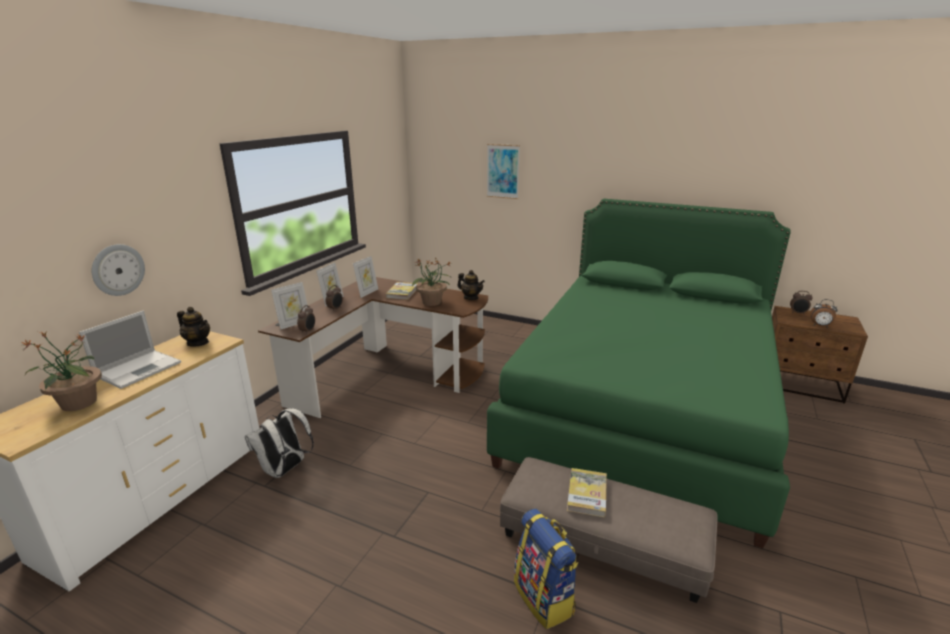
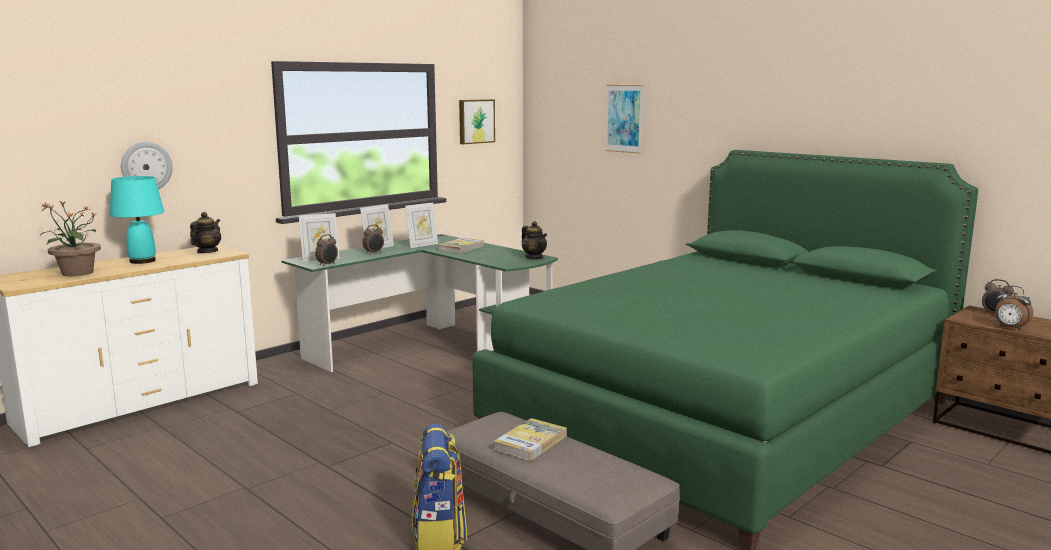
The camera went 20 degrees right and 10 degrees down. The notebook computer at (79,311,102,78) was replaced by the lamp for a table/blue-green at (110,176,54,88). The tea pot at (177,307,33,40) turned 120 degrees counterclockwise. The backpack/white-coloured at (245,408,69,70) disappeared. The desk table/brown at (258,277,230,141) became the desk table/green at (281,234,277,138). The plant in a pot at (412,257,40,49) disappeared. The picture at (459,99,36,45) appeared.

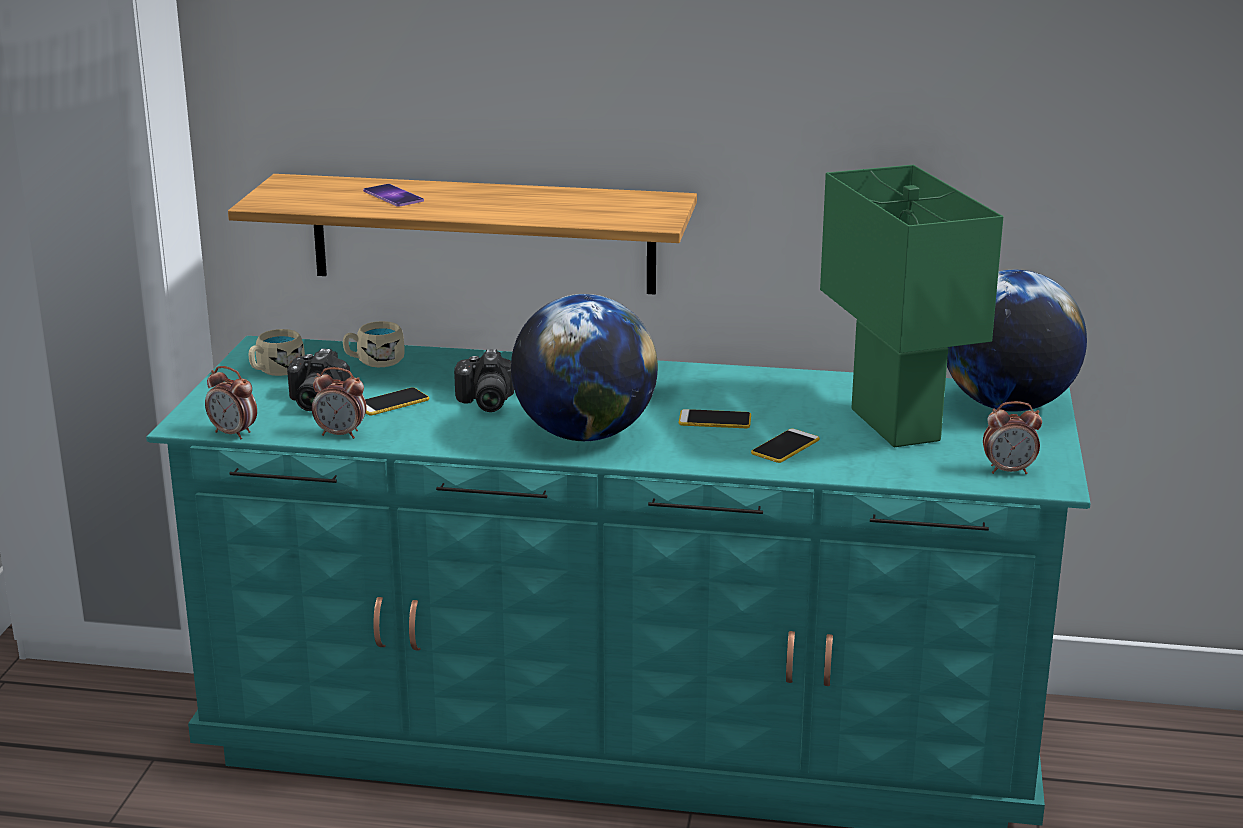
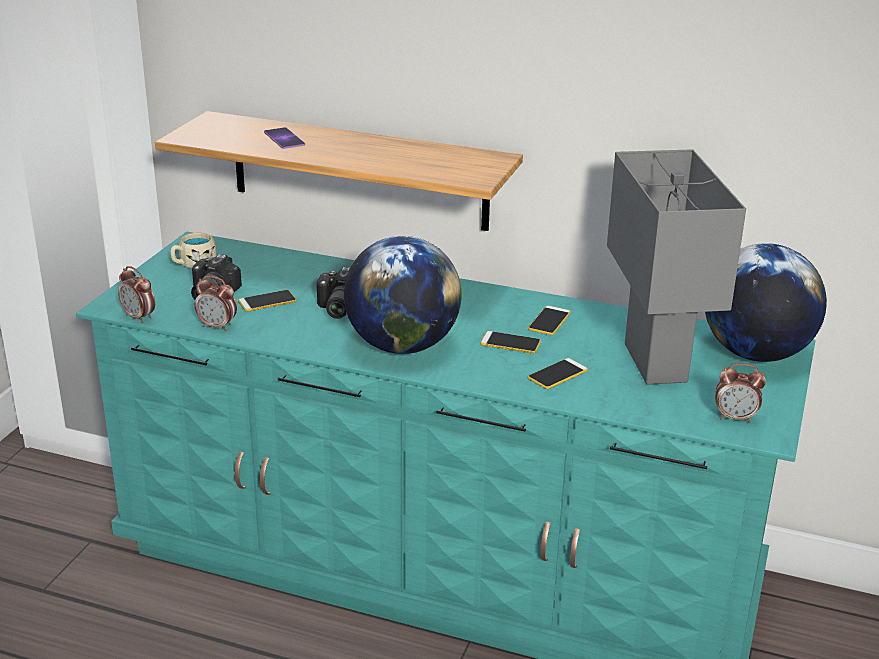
The camera went 10 degrees right and 5 degrees up. The coffee mug/beige-coloured at (343,321,61,46) disappeared. The lamp for a table/green at (820,165,183,282) became the lamp for a table/gray at (607,149,139,236). The telephone at (528,306,43,29) appeared.

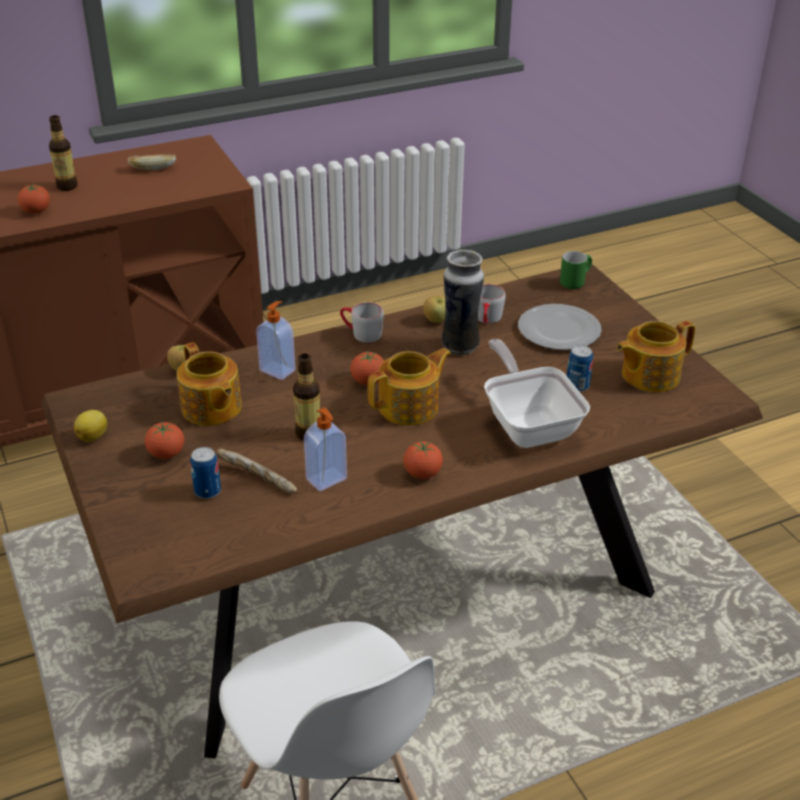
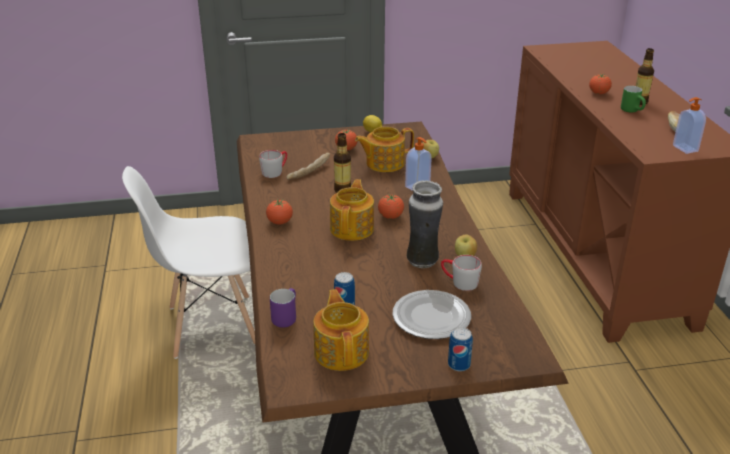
The camera went 105 degrees right and 5 degrees down. The sealed can moved from (190,447,31,52) to (448,327,25,44). The soap bottle moved from (304,408,43,83) to (673,97,33,57). The coffee mug/gray moved from (340,302,44,41) to (259,150,28,28). The tea pot at (368,348,83,77) turned 150 degrees counterclockwise. The pan at (484,339,106,109) disappeared. The coffee mug/green moved from (560,251,32,38) to (621,86,25,27). The coffee mug/purplish at (270,288,26,40) appeared.

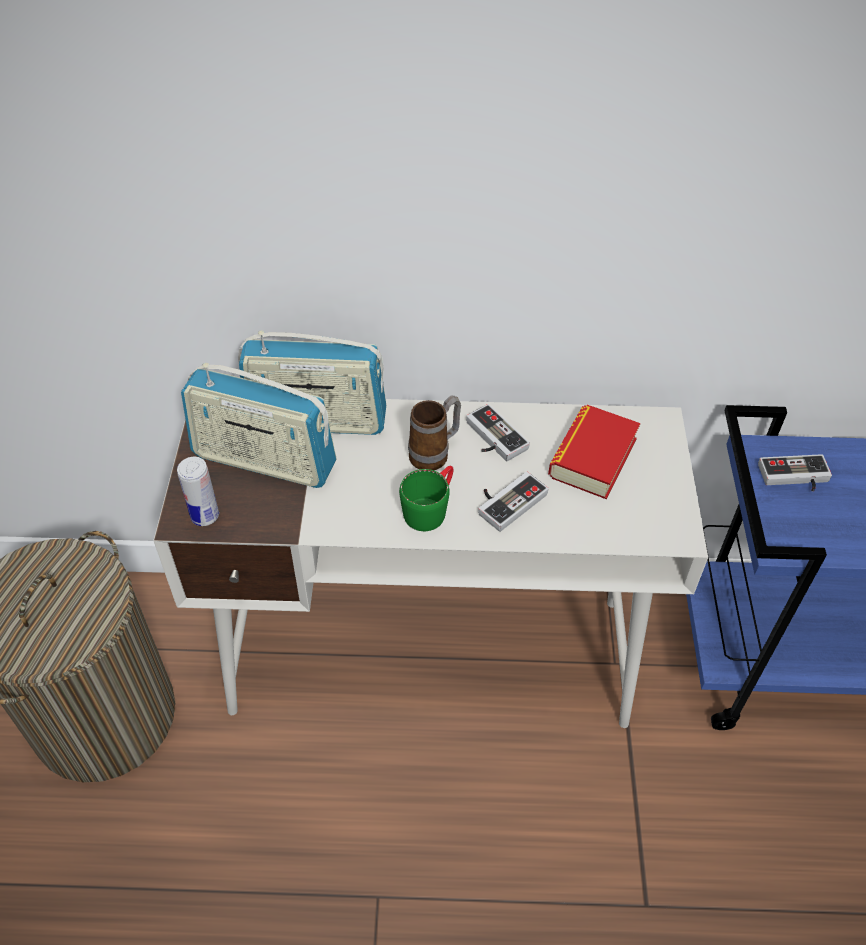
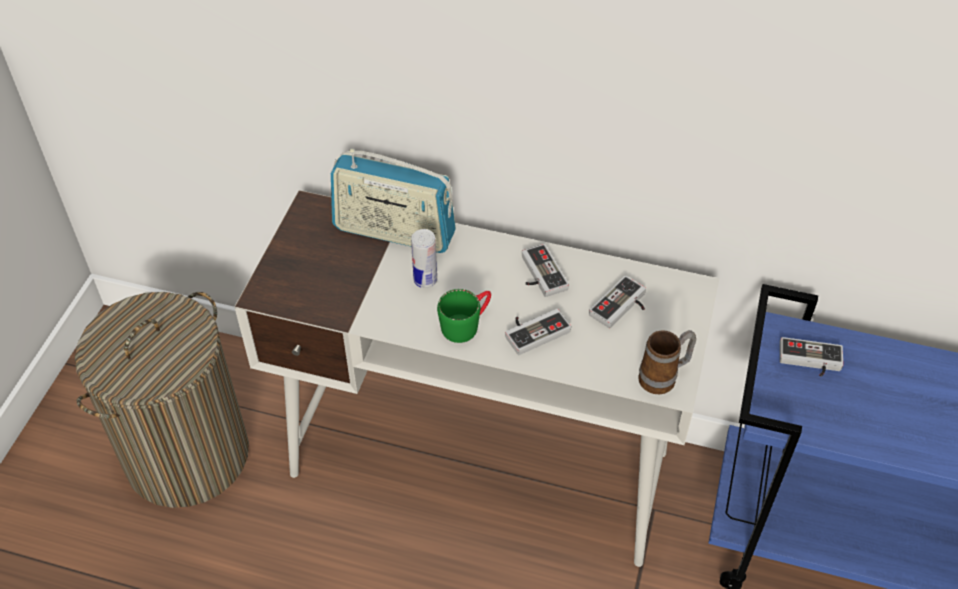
The camera went 15 degrees right and 0 degrees up. The sealed can moved from (177,457,42,69) to (411,229,26,59). The radio receiver at (181,363,156,125) disappeared. The coffee mug moved from (408,396,53,74) to (639,330,57,64). The volume at (548,405,92,94) was replaced by the joypad at (589,275,57,53).

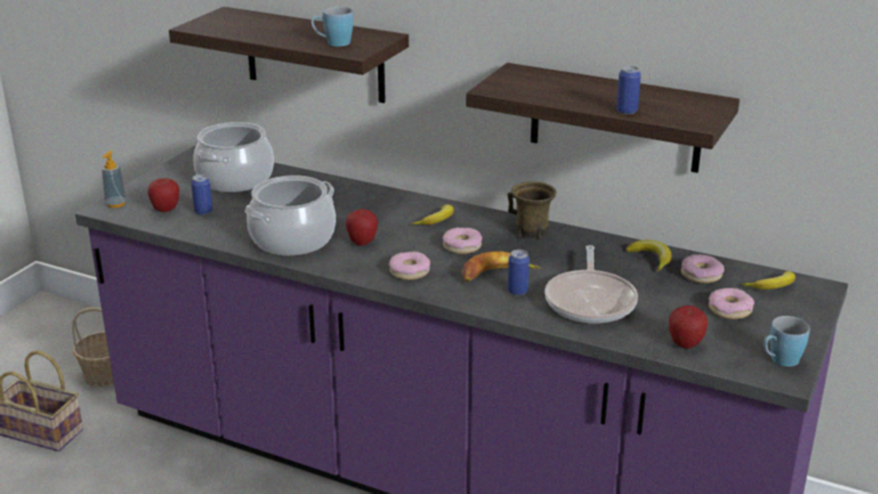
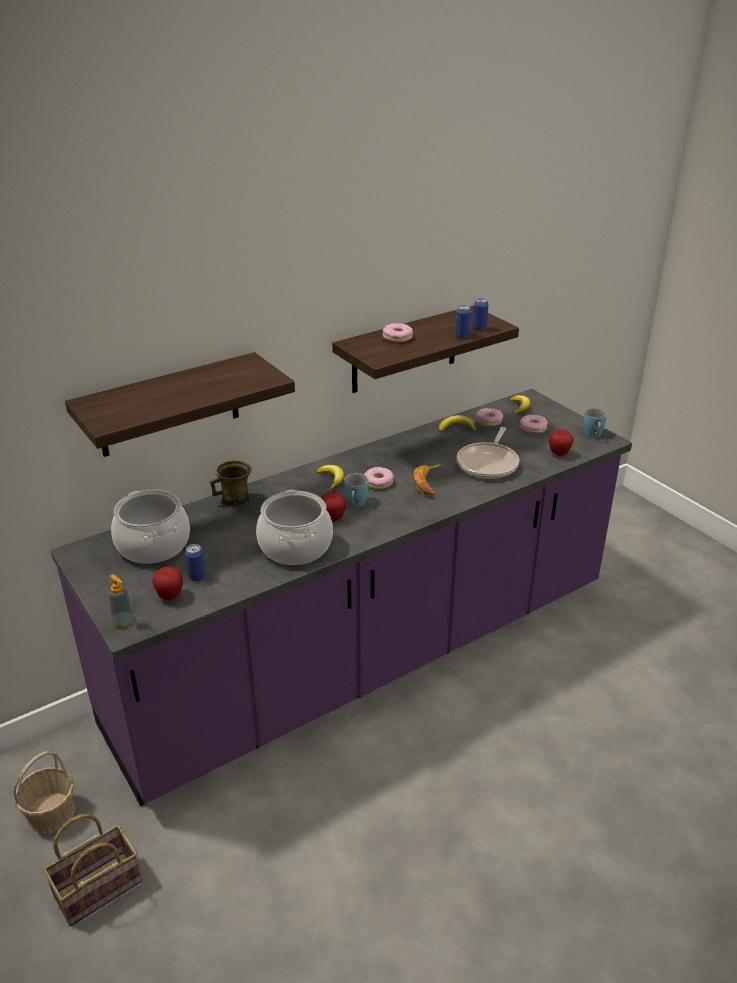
The camera went 60 degrees left and 5 degrees up. The coffee mug/blue-coloured moved from (311,7,42,40) to (344,473,25,34). The ring doughnut moved from (389,251,41,29) to (382,323,31,20). The coffee mug/brown moved from (507,182,50,57) to (210,460,42,48). The sealed can moved from (508,250,22,46) to (472,298,17,33). The pan at (545,245,93,78) turned 75 degrees clockwise.

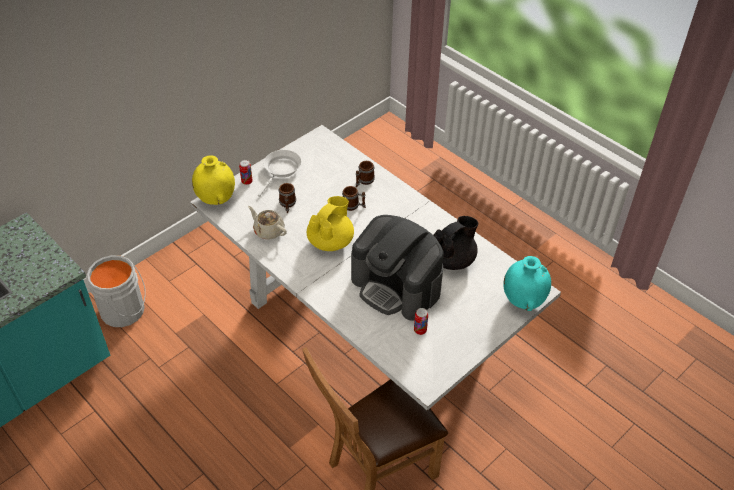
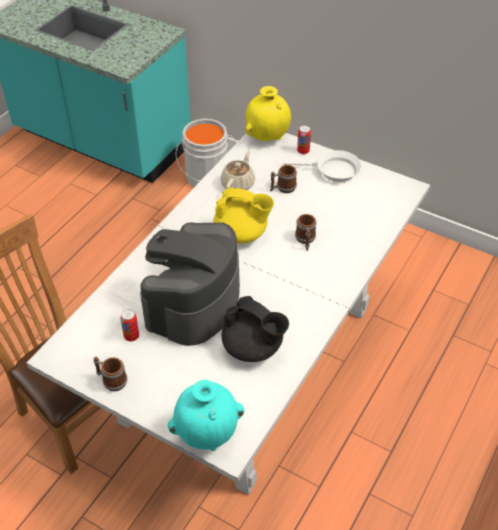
The camera went 75 degrees right and 0 degrees up. The coffee mug moved from (356,161,19,26) to (94,357,33,34).

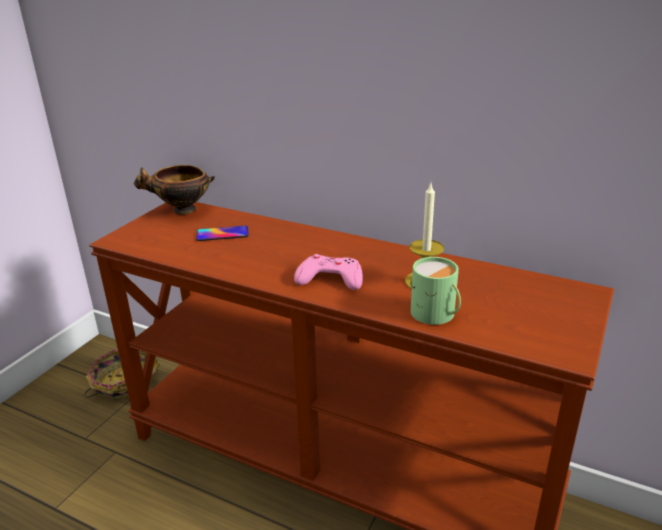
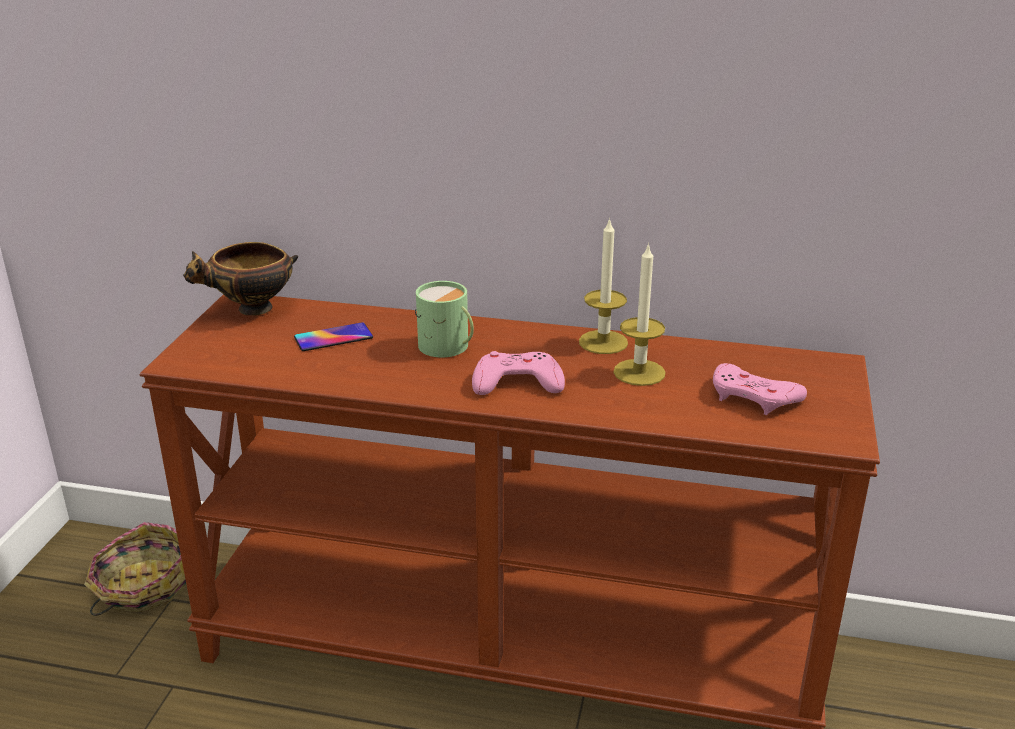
The camera went 15 degrees left and 0 degrees up. The coffee mug/green moved from (411,257,50,68) to (415,281,59,77). The candle at (579,217,49,137) appeared. The joypad/pink at (713,363,94,52) appeared.

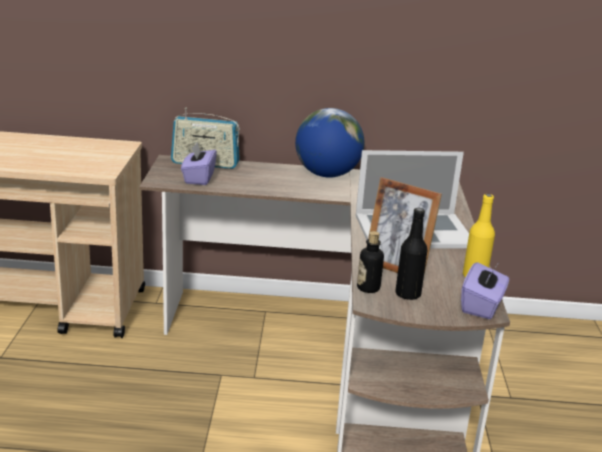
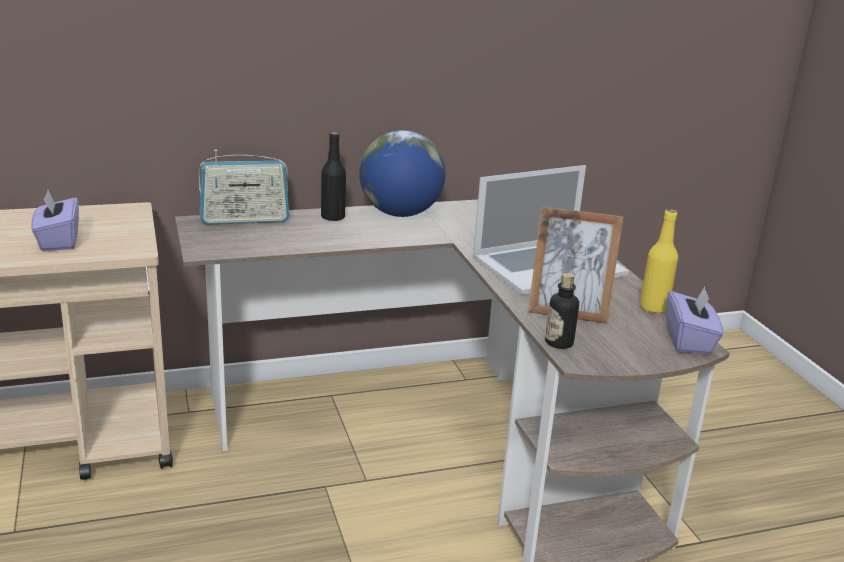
The camera went 20 degrees left and 0 degrees up. The tissue holder/purplish moved from (181,142,36,43) to (31,190,48,61). The bottle/black-coloured moved from (395,208,32,92) to (321,132,25,89).

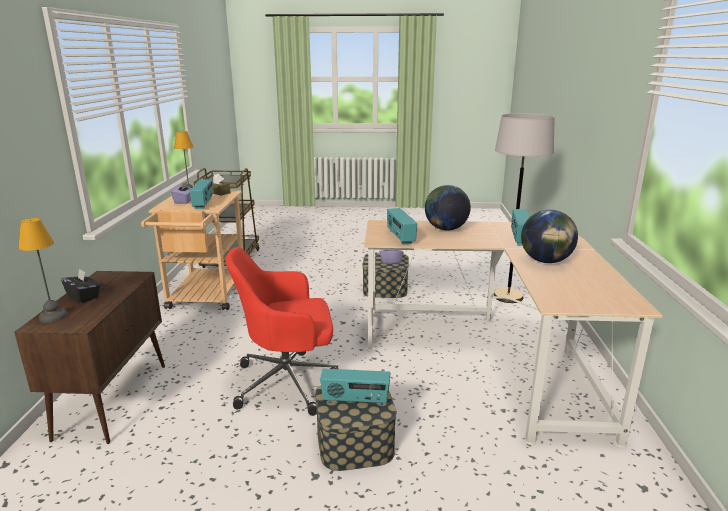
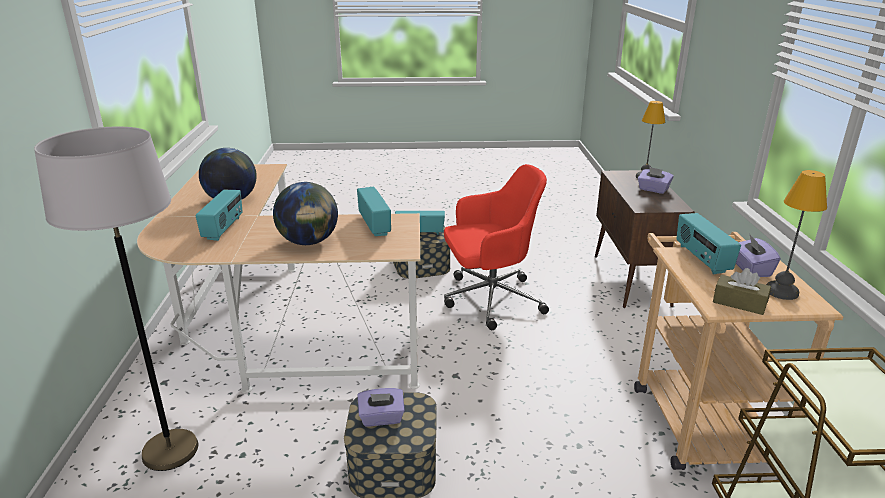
The camera went 175 degrees right and 5 degrees up. The tissue holder/black-coloured at (61,268,39,35) became the tissue holder/purplish at (638,167,36,27).

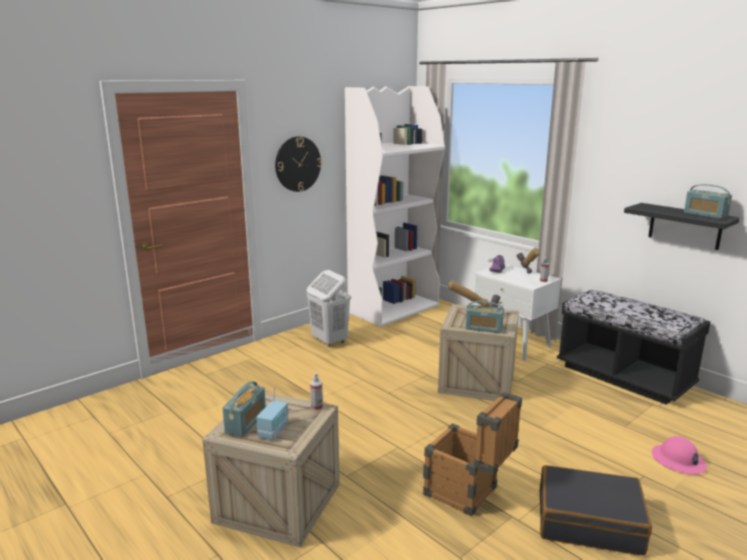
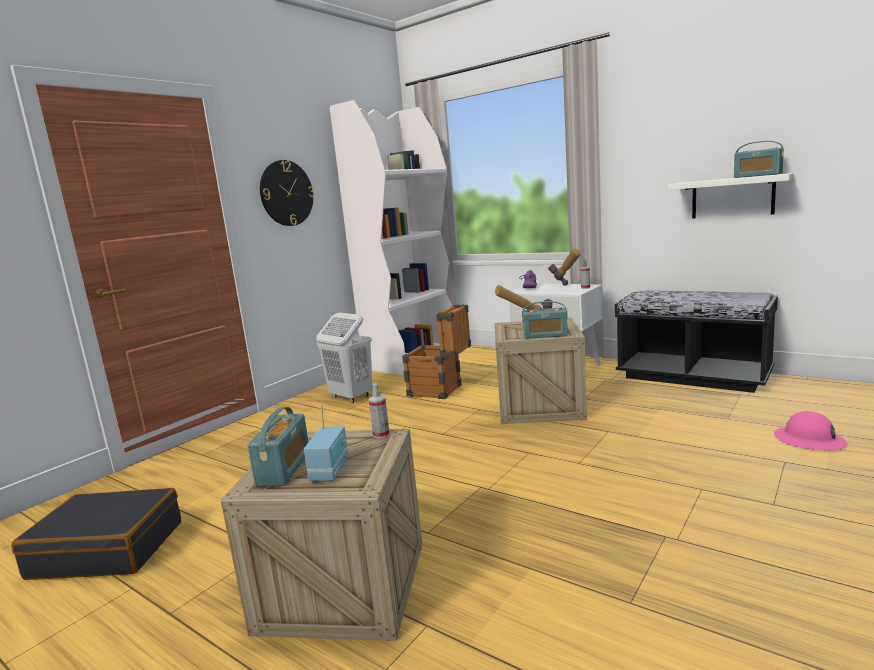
The camera went 10 degrees left and 5 degrees down. The shipping crate moved from (423,392,99,125) to (402,304,69,95). The travel case/black-coloured moved from (540,465,112,91) to (11,488,170,92). The bracket shelf/black-coloured at (624,203,116,47) became the bracket shelf/white-coloured at (668,173,126,46).

